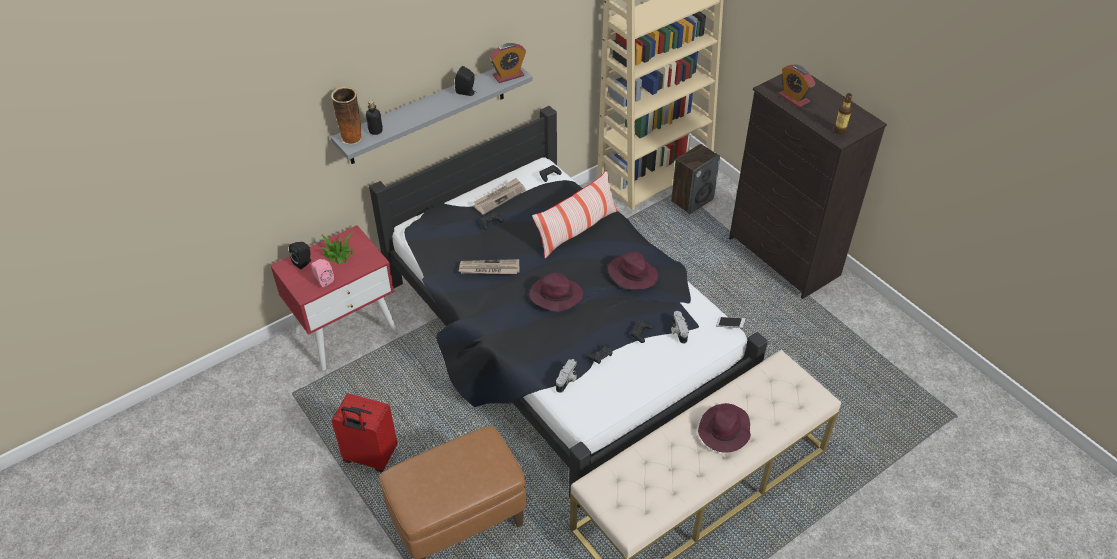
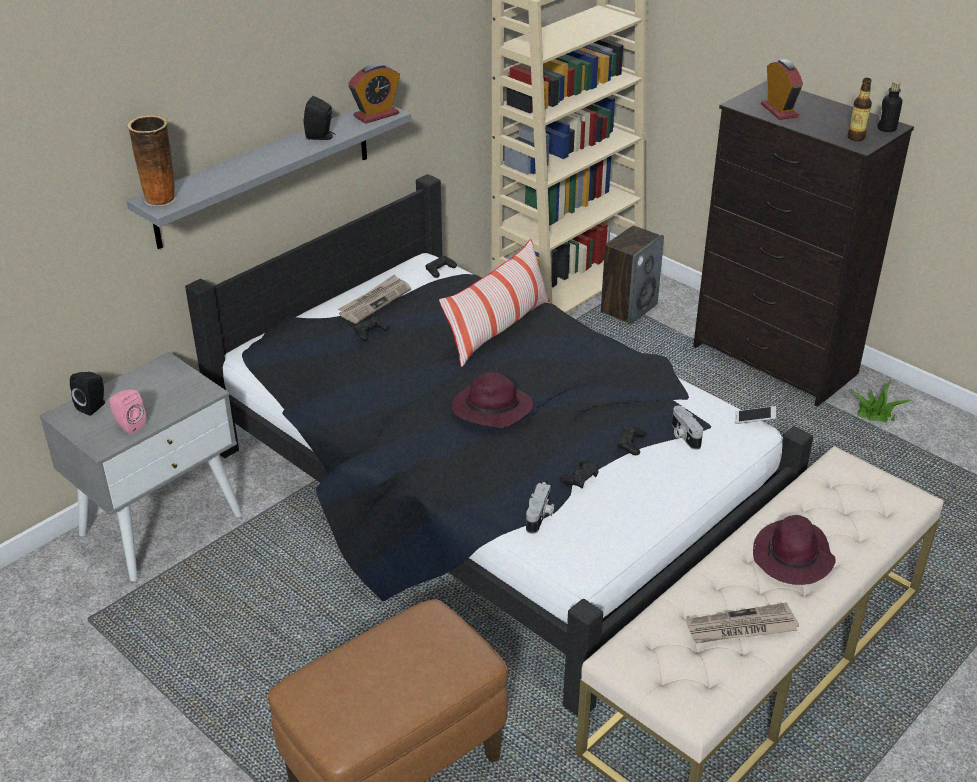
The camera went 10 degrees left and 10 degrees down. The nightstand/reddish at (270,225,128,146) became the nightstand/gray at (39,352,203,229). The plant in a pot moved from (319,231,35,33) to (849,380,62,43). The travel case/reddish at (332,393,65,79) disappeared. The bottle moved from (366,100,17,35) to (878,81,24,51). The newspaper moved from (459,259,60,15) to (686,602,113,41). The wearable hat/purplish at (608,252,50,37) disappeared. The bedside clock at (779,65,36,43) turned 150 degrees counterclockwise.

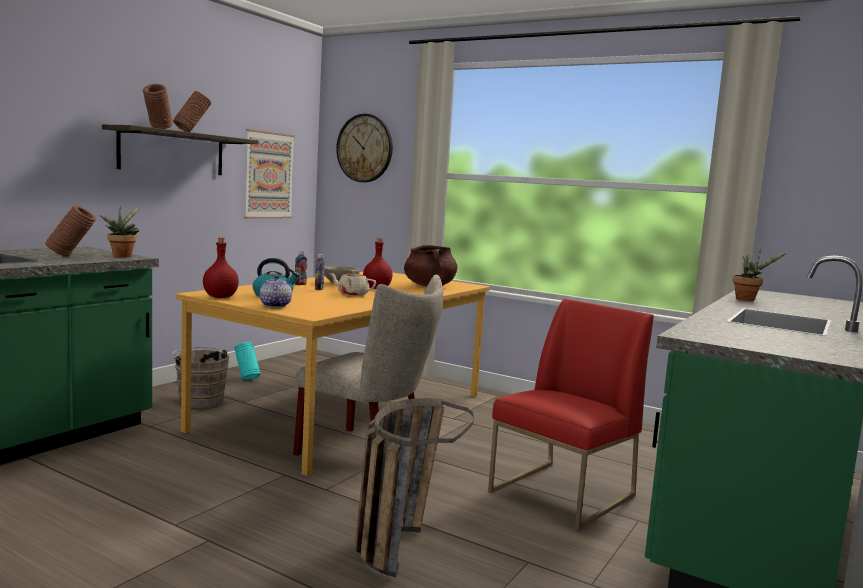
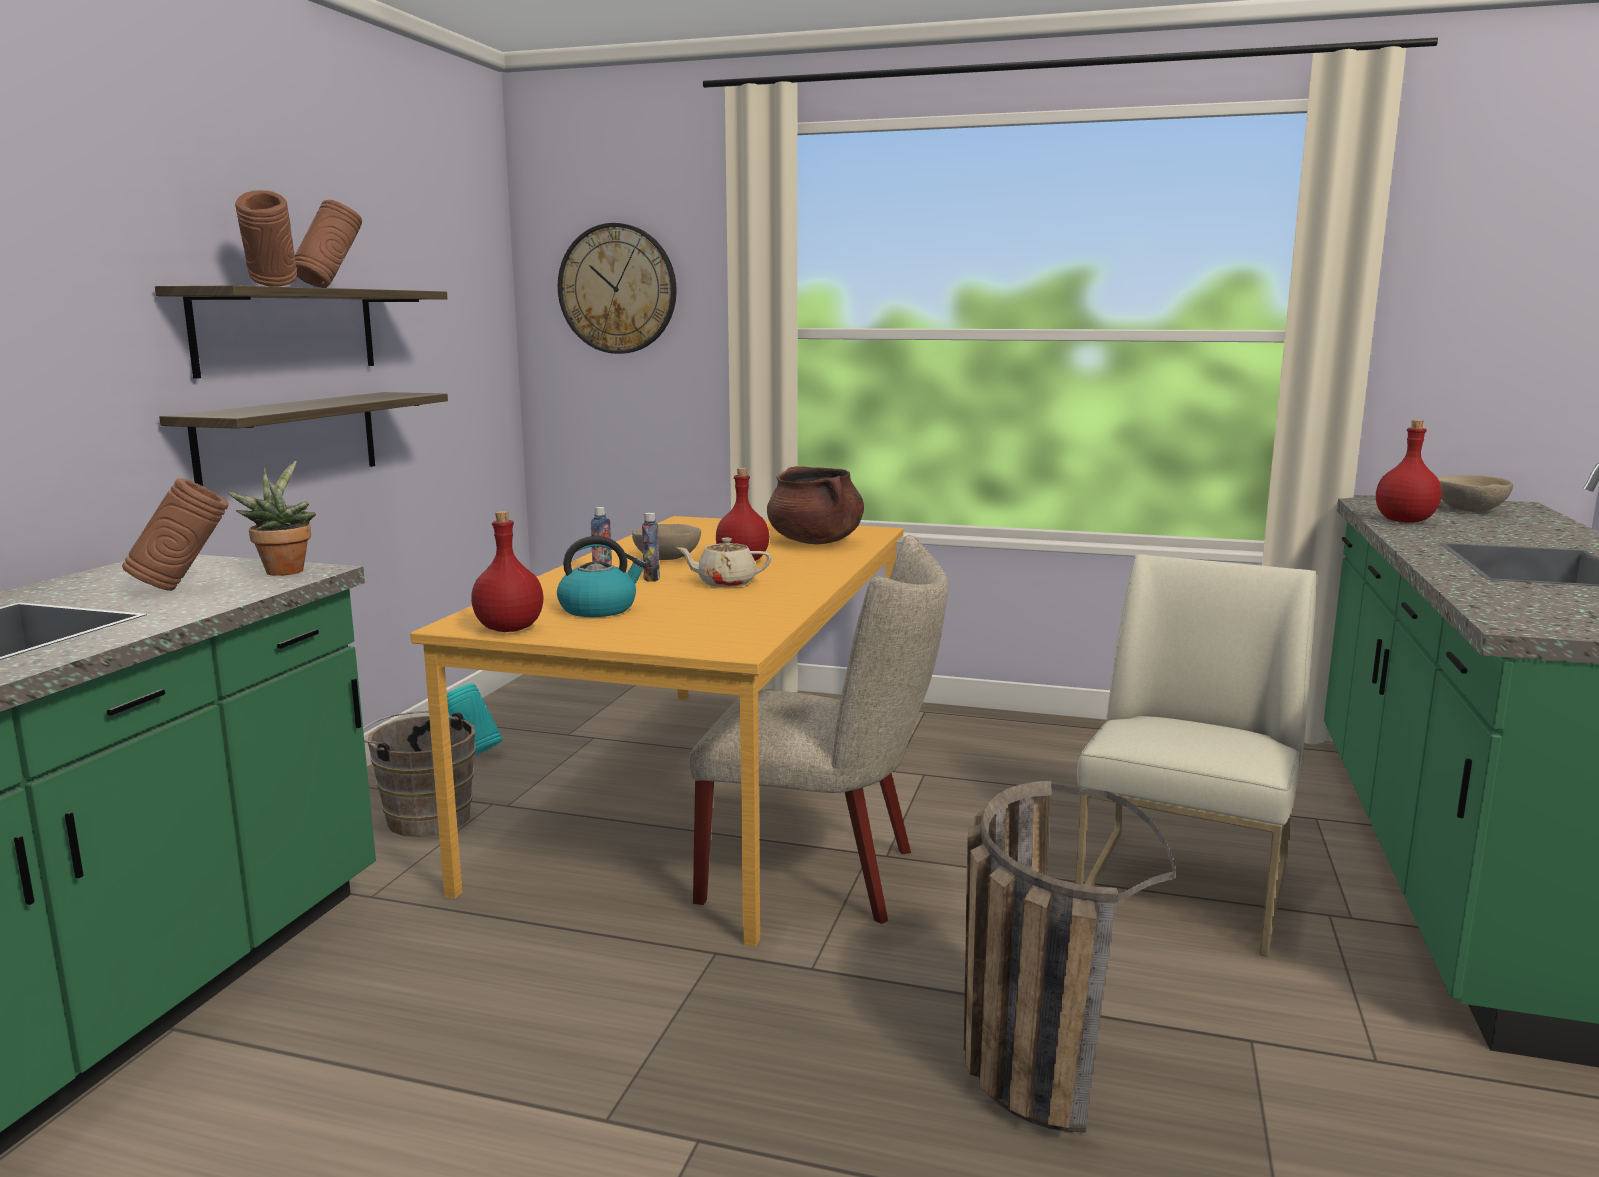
The camera went 15 degrees left and 5 degrees up. The picture at (244,129,51,90) disappeared. The tea pot at (260,275,32,33) disappeared. The upright chair/reddish at (488,299,166,232) became the upright chair/white-coloured at (1075,554,241,403). The plant in a pot at (733,249,55,52) was replaced by the bottle/reddish at (1376,420,66,103). The bracket shelf at (159,392,289,94) appeared. The deep dish/beige-coloured at (1437,475,76,37) appeared.

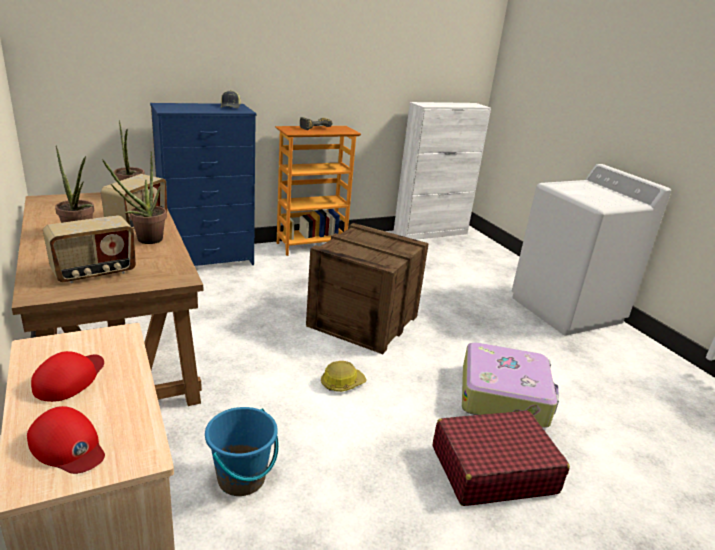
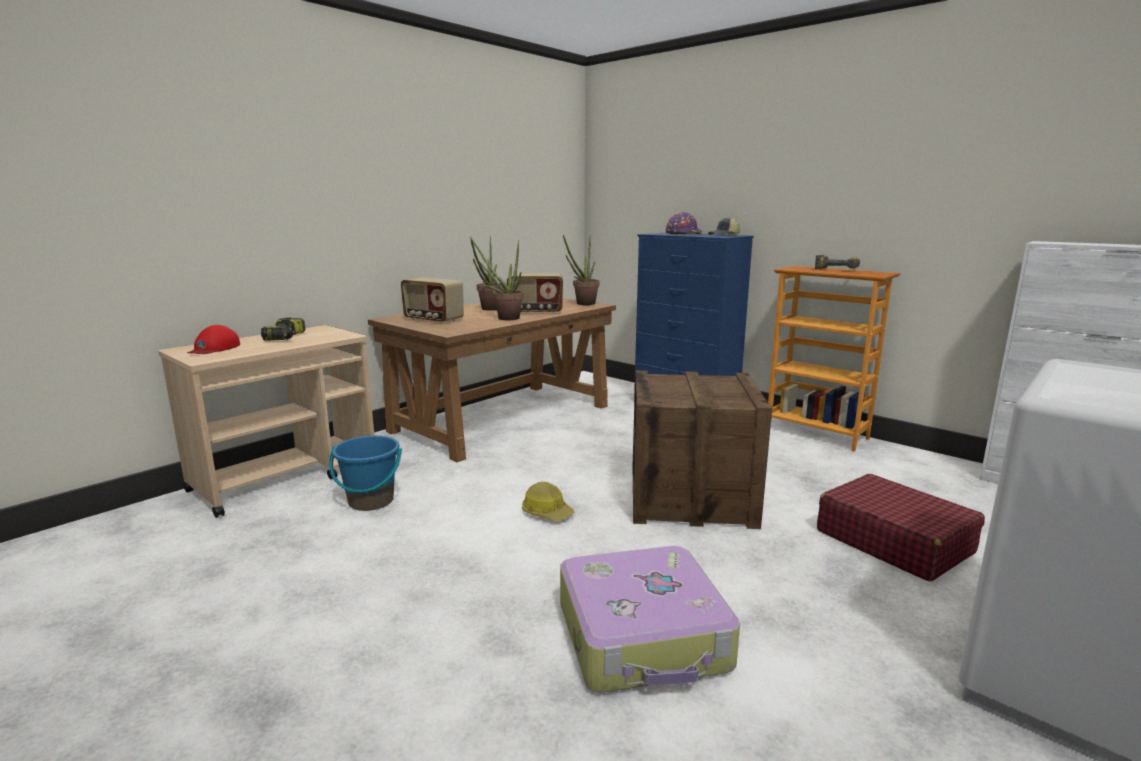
The camera went 70 degrees right and 10 degrees down. The peaked cap/reddish at (31,351,73,51) was replaced by the electric drill at (261,317,45,23). The travel case/reddish moved from (433,411,137,95) to (817,474,168,108). The work helmet/purplish at (665,212,37,23) appeared.

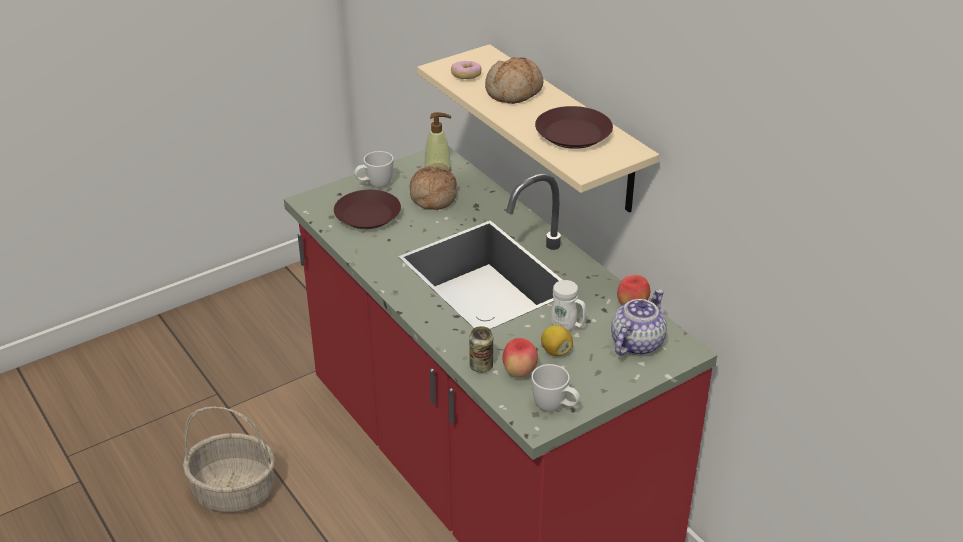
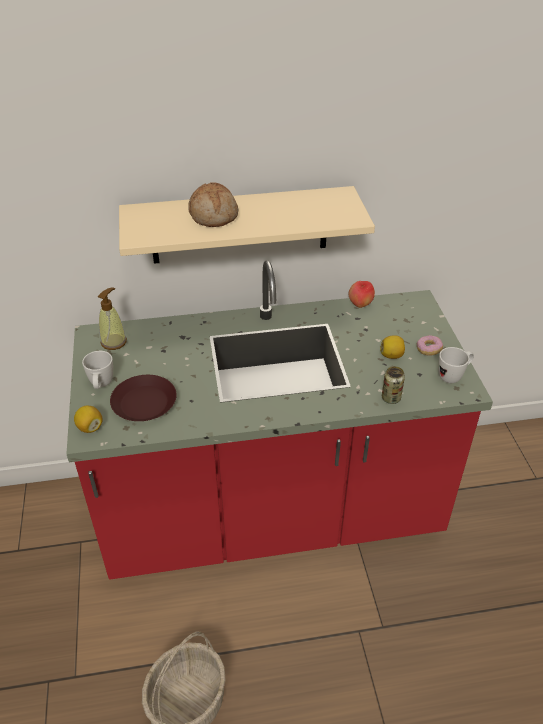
The camera went 65 degrees left and 5 degrees up. The baked bread at (410,166,47,44) disappeared. The ring doughnut moved from (451,61,30,18) to (417,335,26,21). The whole apple at (502,338,36,40) disappeared. The flat dish/brown at (535,106,78,43) disappeared. The coffee mug/white-coloured at (551,280,35,51) disappeared. The tea pot at (611,289,56,66) disappeared. The citrus fruit at (74,405,29,28) appeared.

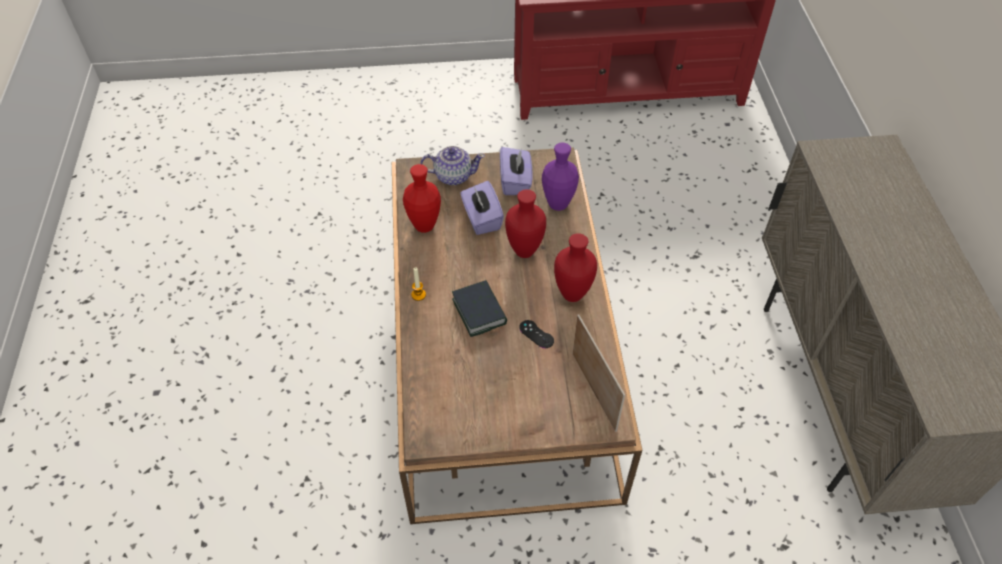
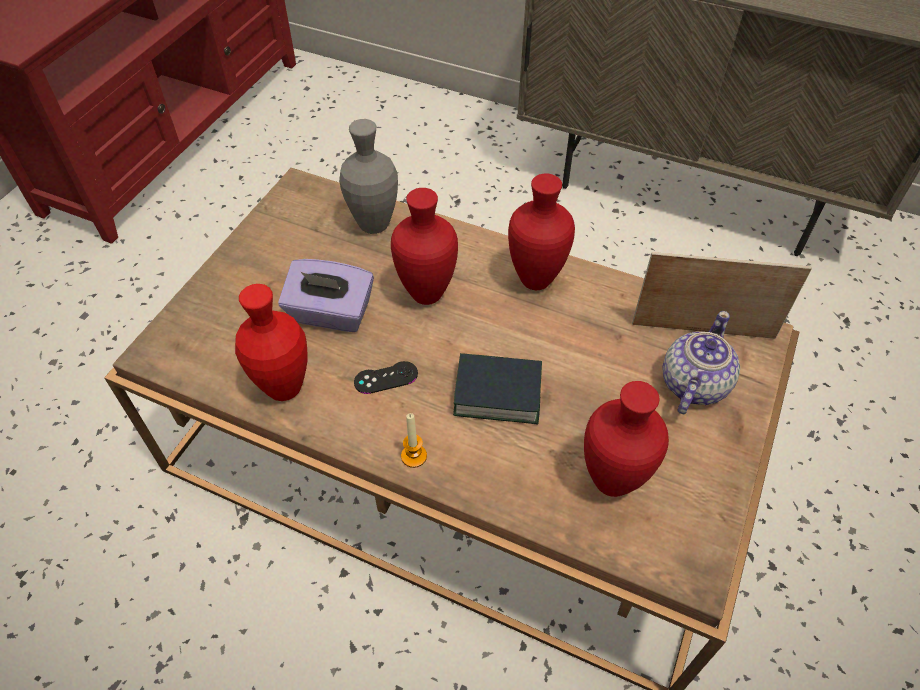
The camera went 60 degrees left and 0 degrees up. The tea pot moved from (420,146,65,39) to (662,311,78,103). The tissue holder/purplish at (500,147,32,48) disappeared. The joypad/black-coloured moved from (519,320,35,28) to (354,361,64,33). The decorative vase/purplish at (542,142,37,69) became the decorative vase/gray at (339,119,59,115). The decorative vase/reddish at (584,381,85,116) appeared.

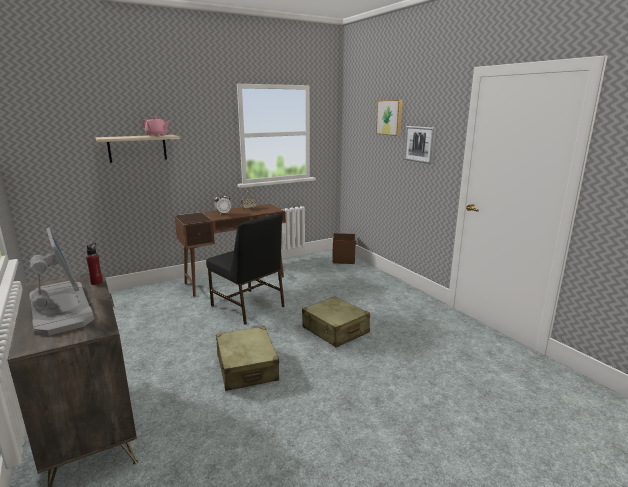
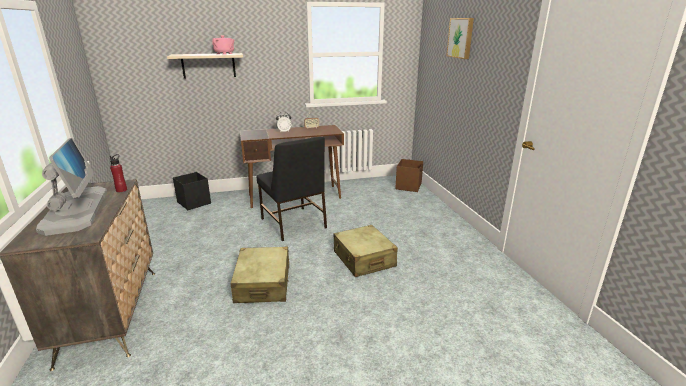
The camera went 15 degrees right and 5 degrees up. The picture at (404,126,32,38) disappeared. The storage container/black-coloured at (173,172,38,38) appeared.

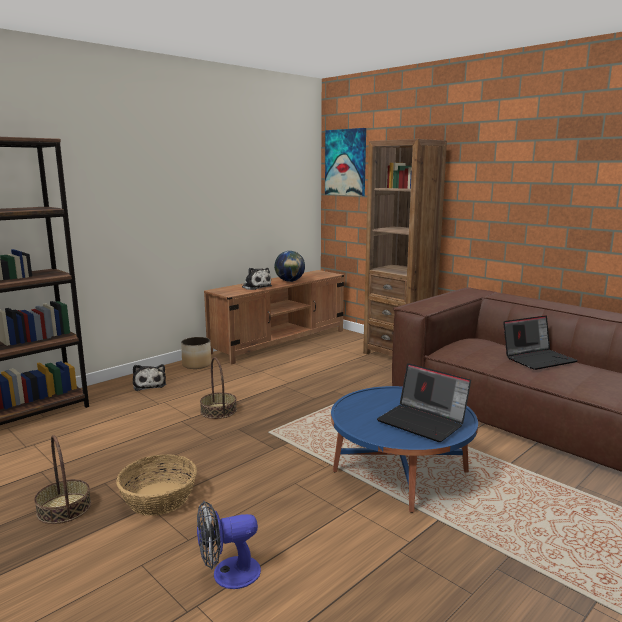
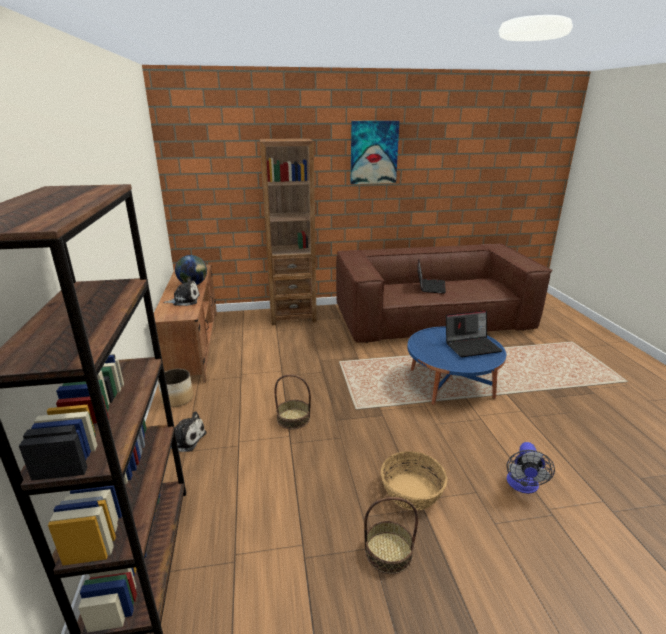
The camera went 55 degrees left and 10 degrees up. The picture moved from (325,128,41,68) to (350,121,50,63).

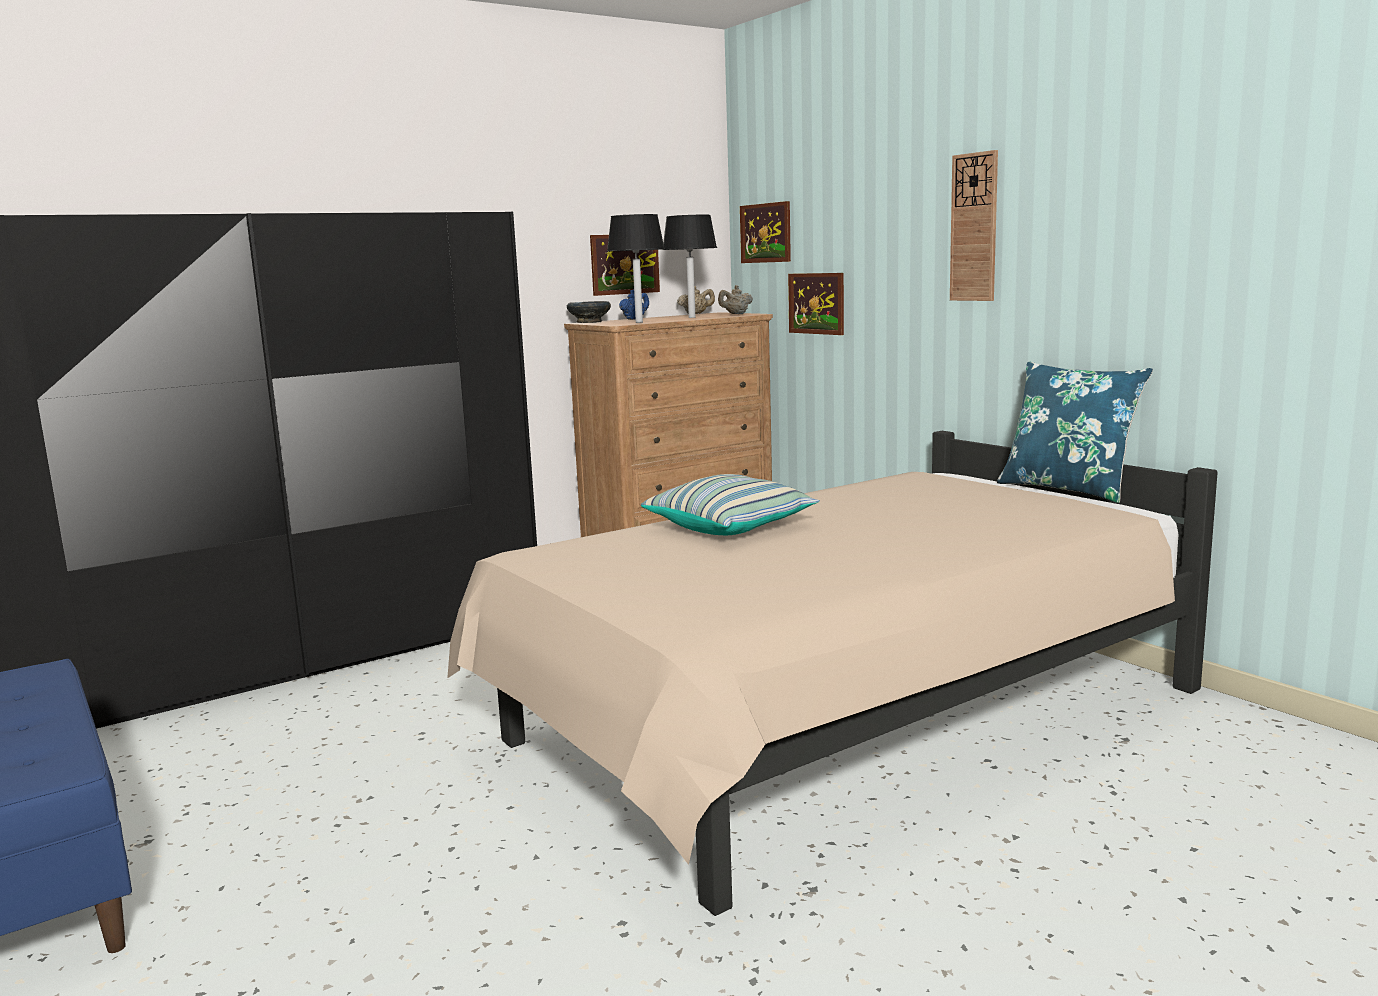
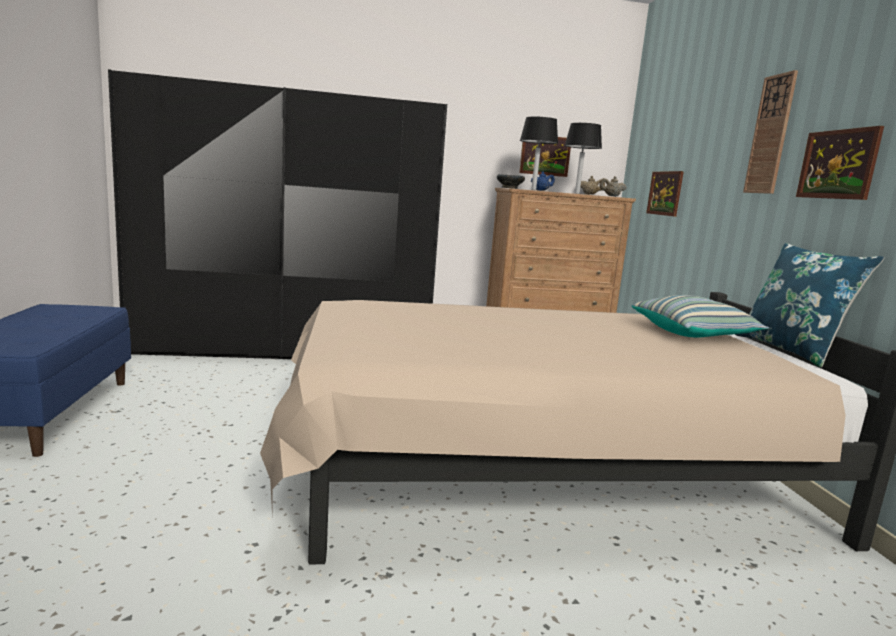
The camera went 25 degrees right and 0 degrees up. The throw pillow moved from (641,474,179,61) to (631,295,138,43). The picture moved from (740,201,51,62) to (796,126,88,74).

